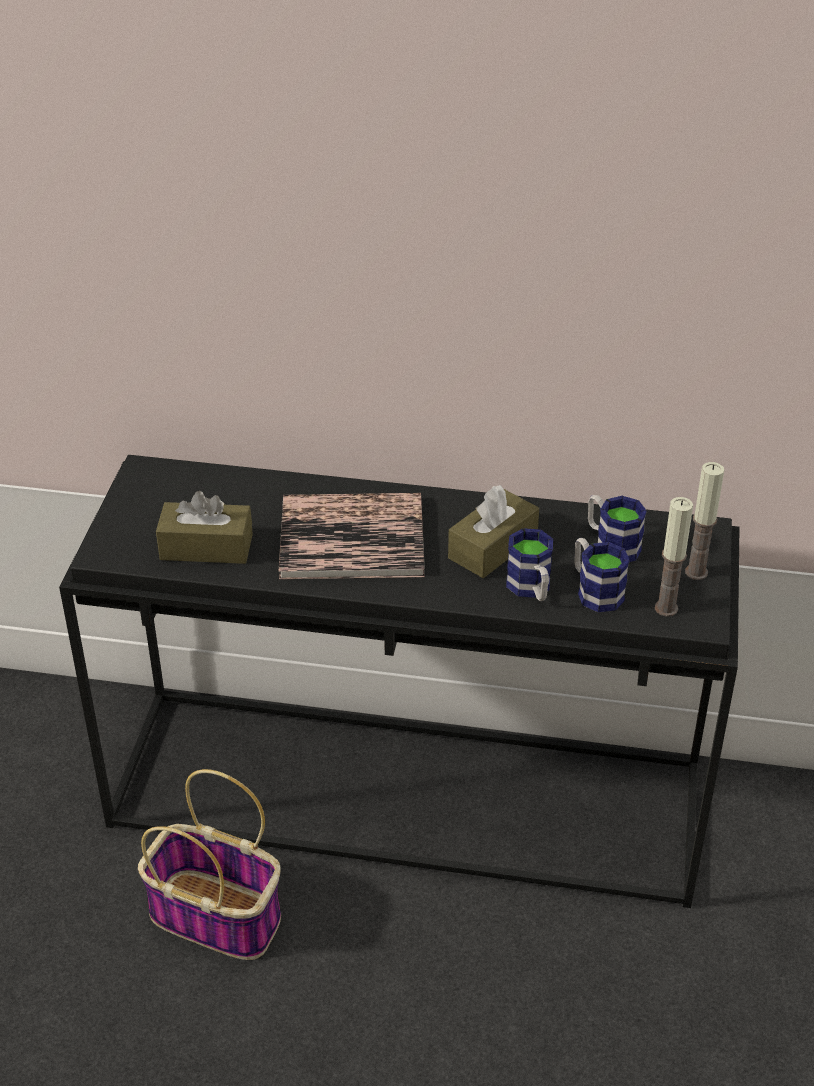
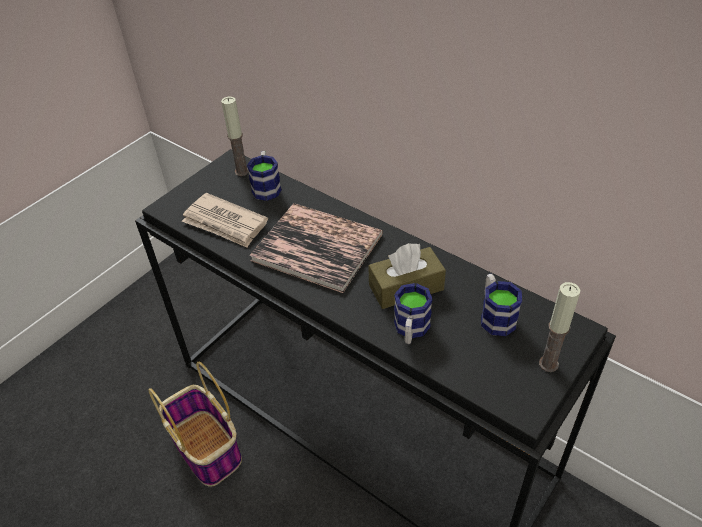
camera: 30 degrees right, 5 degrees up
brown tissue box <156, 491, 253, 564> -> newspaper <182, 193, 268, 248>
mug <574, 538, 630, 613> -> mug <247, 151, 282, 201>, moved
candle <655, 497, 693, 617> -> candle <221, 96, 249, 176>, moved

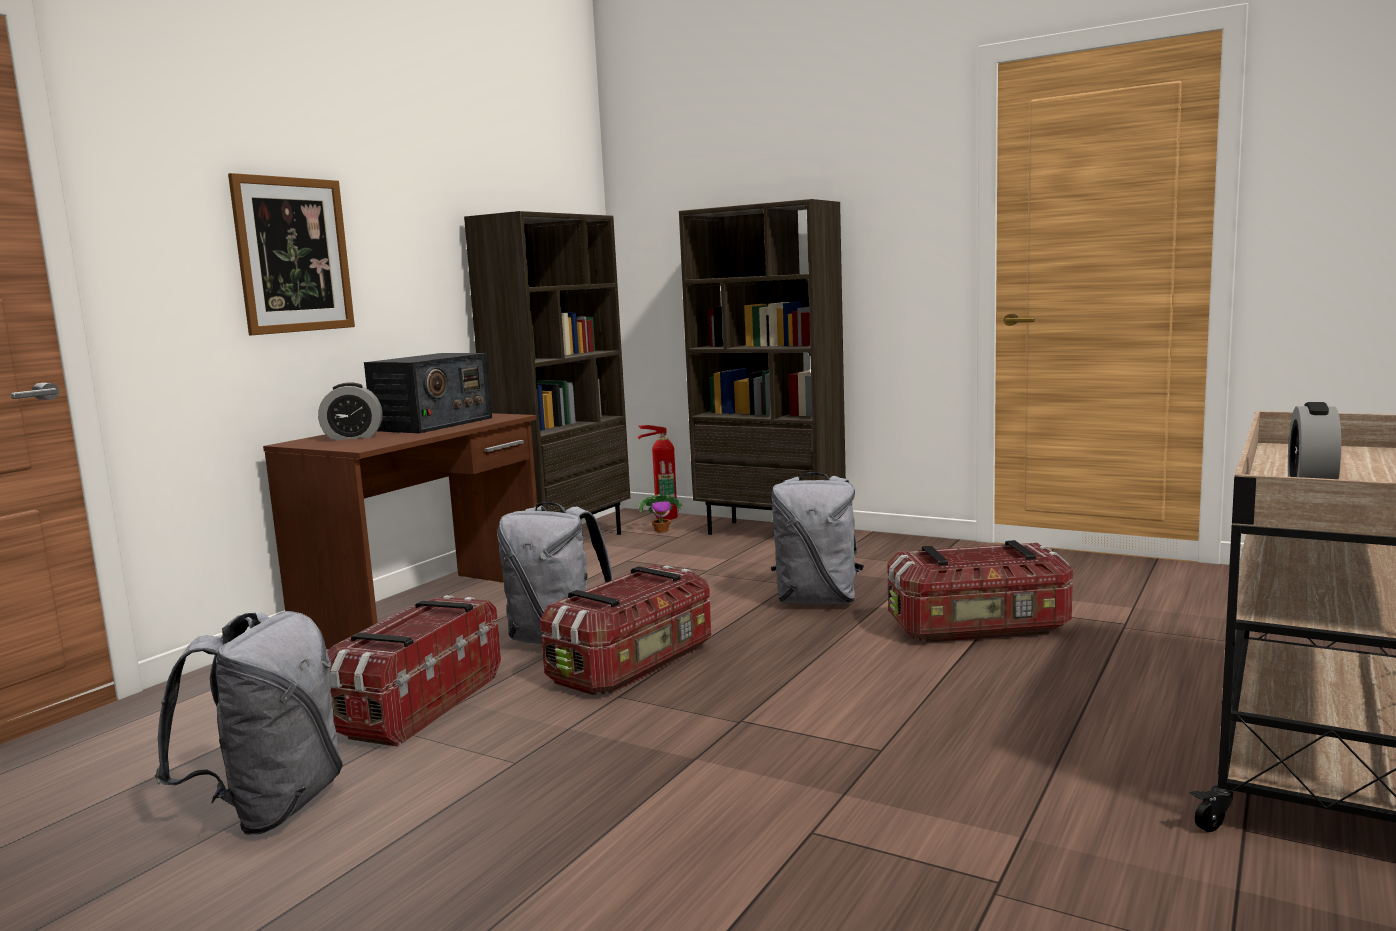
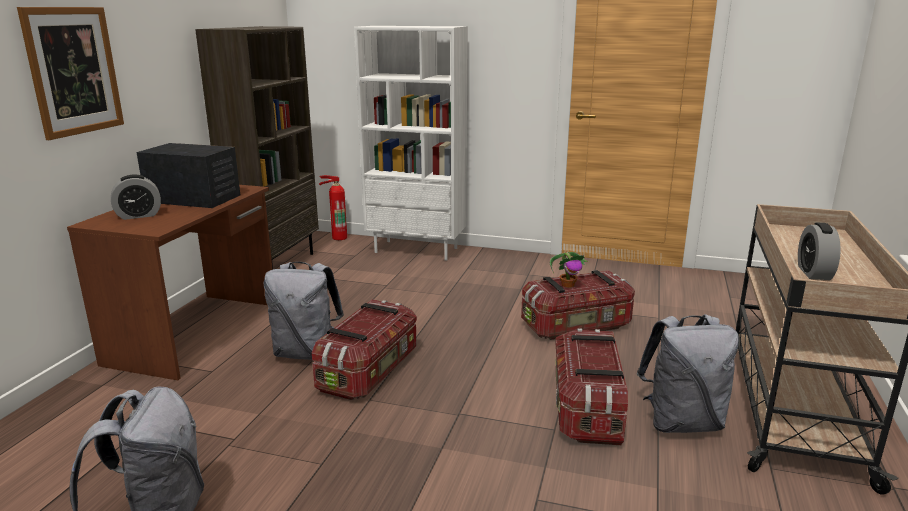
camera: 15 degrees left, 10 degrees up
storage box <327, 595, 501, 747> -> storage box <555, 328, 628, 445>, moved
radio <364, 353, 492, 433> -> radio <137, 143, 240, 208>, 90 degrees counterclockwise
potted plant <638, 494, 683, 532> -> potted plant <550, 252, 588, 288>, moved
brown bookcase <679, 199, 846, 535> -> white bookcase <354, 26, 468, 261>
grey backpack <771, 472, 864, 604> -> grey backpack <637, 314, 739, 433>, moved

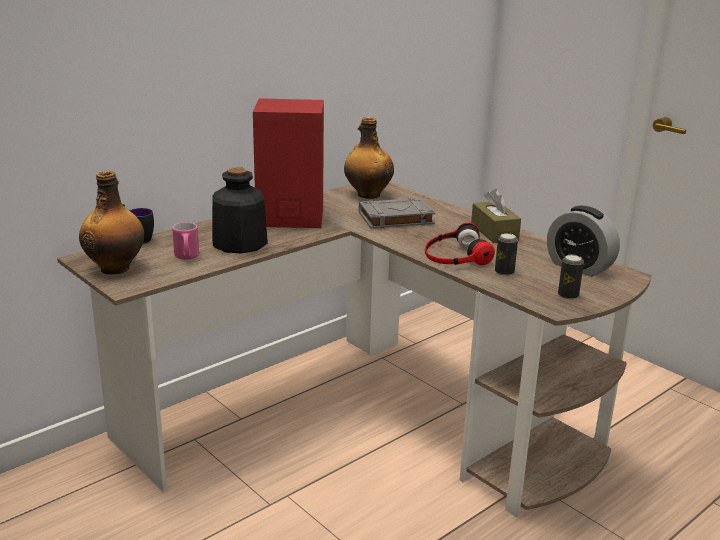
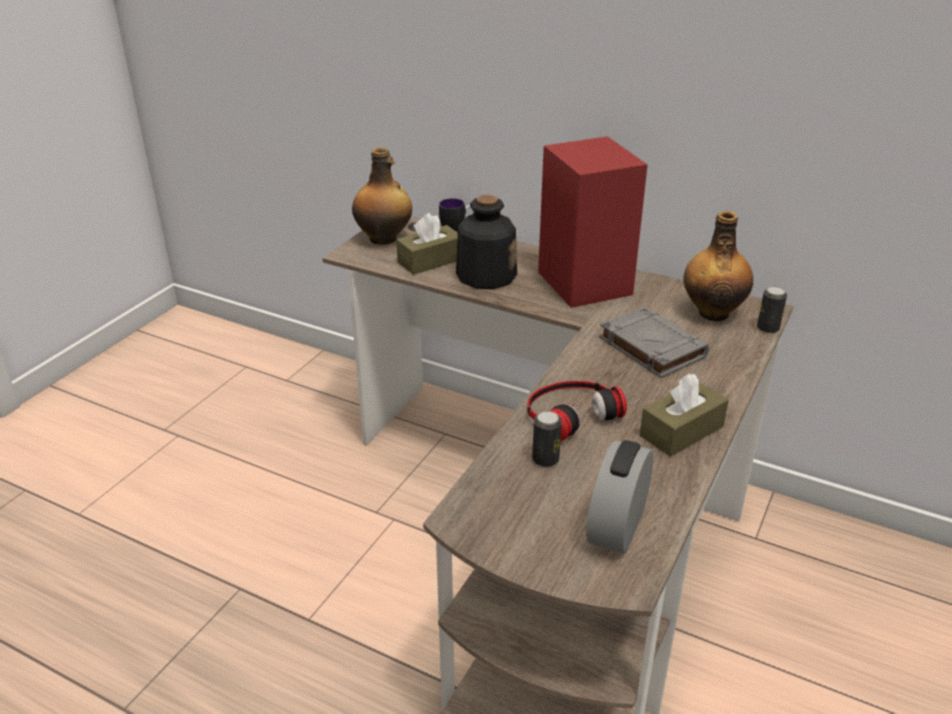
camera: 70 degrees right, 10 degrees up
pink mug <172, 222, 199, 260> -> brown tissue box <396, 213, 458, 275>
can <558, 255, 584, 299> -> can <757, 286, 787, 333>, moved

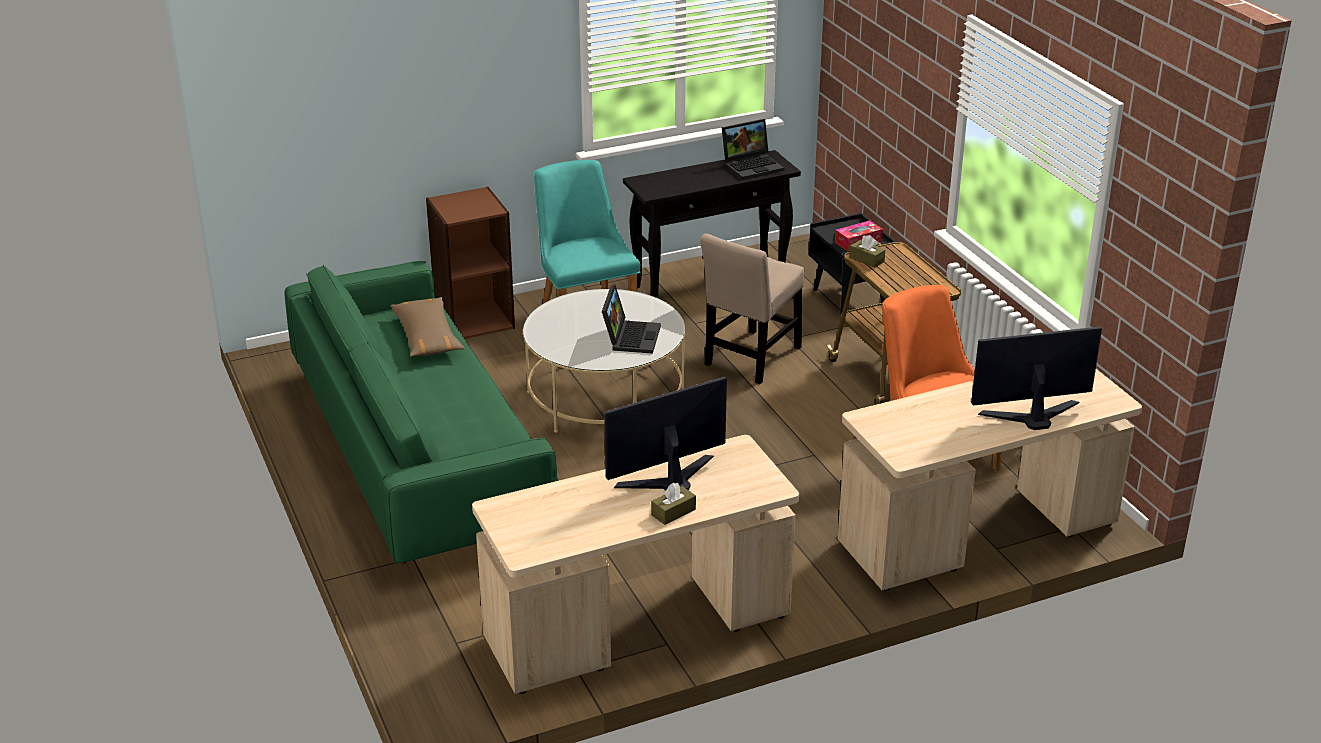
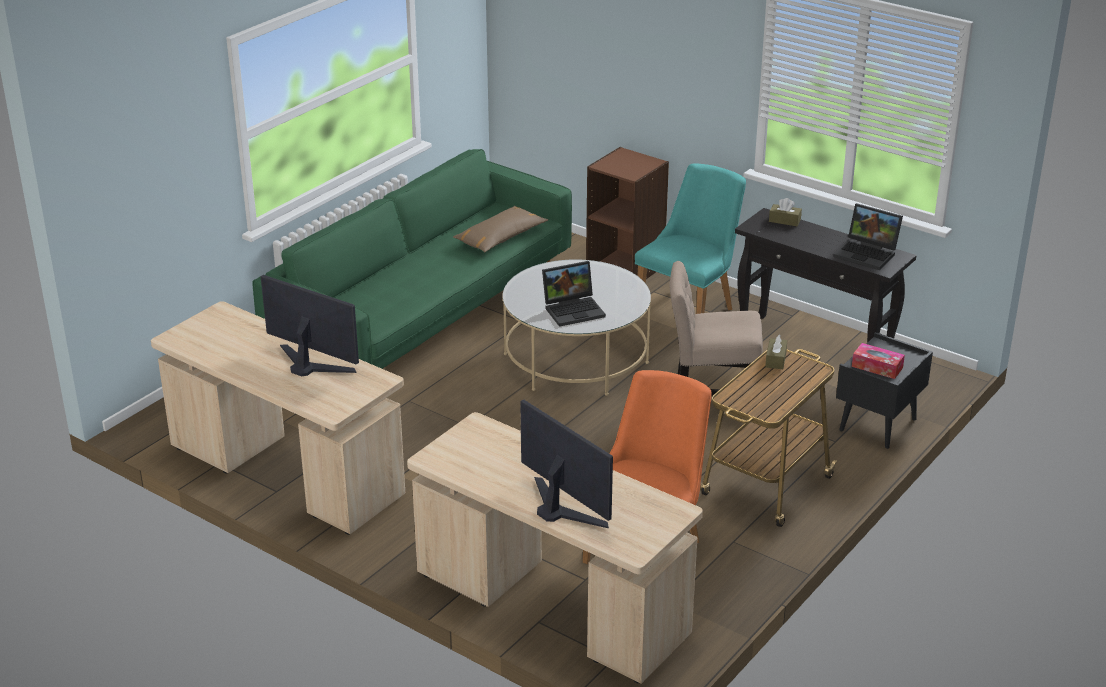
camera: 60 degrees right, 0 degrees up
brown tissue box <651, 483, 696, 525> -> brown tissue box <769, 198, 802, 226>, moved

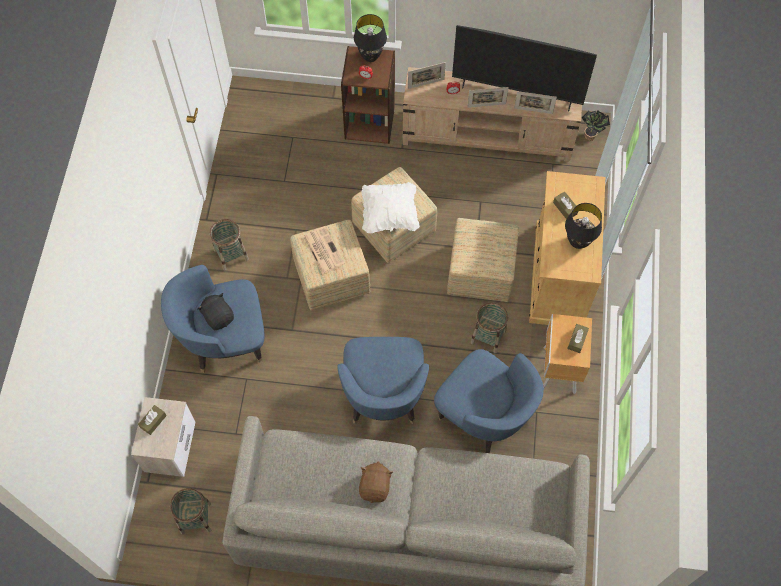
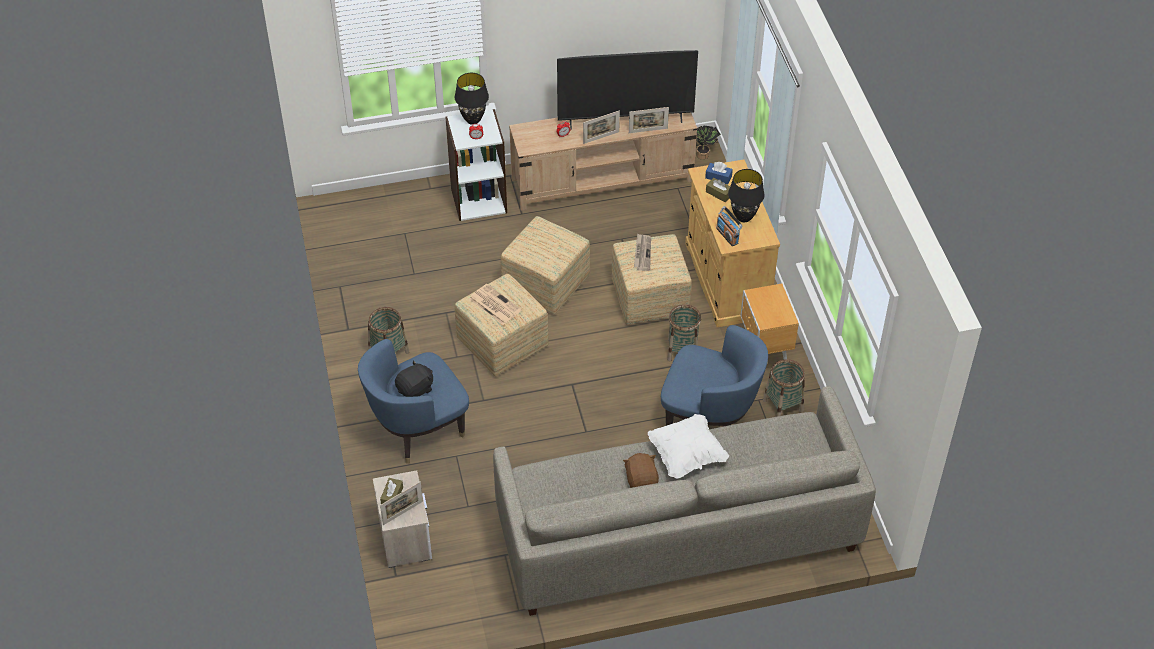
camera: 20 degrees left, 15 degrees down
basket <170, 488, 211, 535> -> basket <763, 359, 805, 417>, moved
black plush toy <197, 293, 234, 330> -> black plush toy <395, 360, 433, 397>, 105 degrees clockwise
blue armchair <337, 337, 429, 424> -> none
brown bookcase <341, 46, 395, 144> -> white bookcase <445, 109, 507, 221>
white pillow <361, 182, 420, 233> -> white pillow <648, 414, 729, 479>, moved
picture frame <408, 62, 446, 89> -> picture frame <380, 481, 423, 525>, moved
brown tissue box <567, 324, 589, 353> -> none
none -> newspaper <634, 234, 651, 271>
none -> blue tissue box <705, 162, 733, 184>
none -> radio <716, 206, 743, 246>

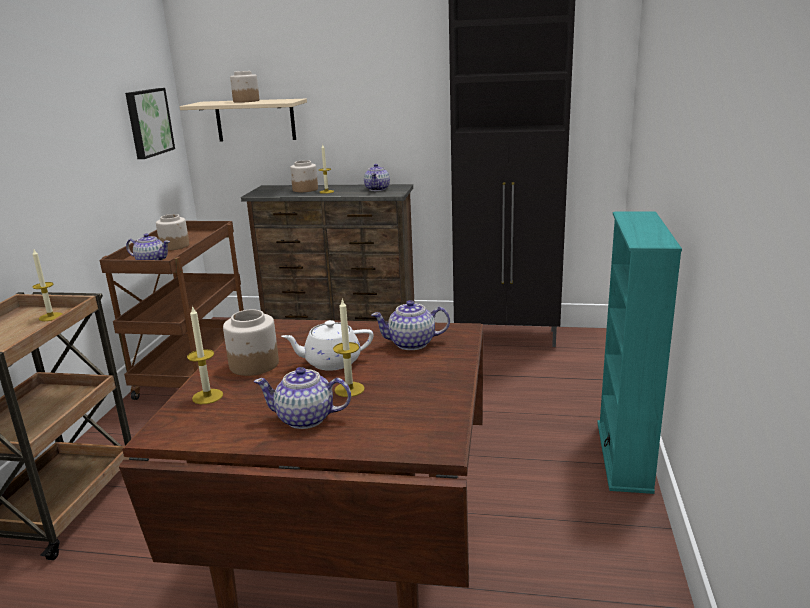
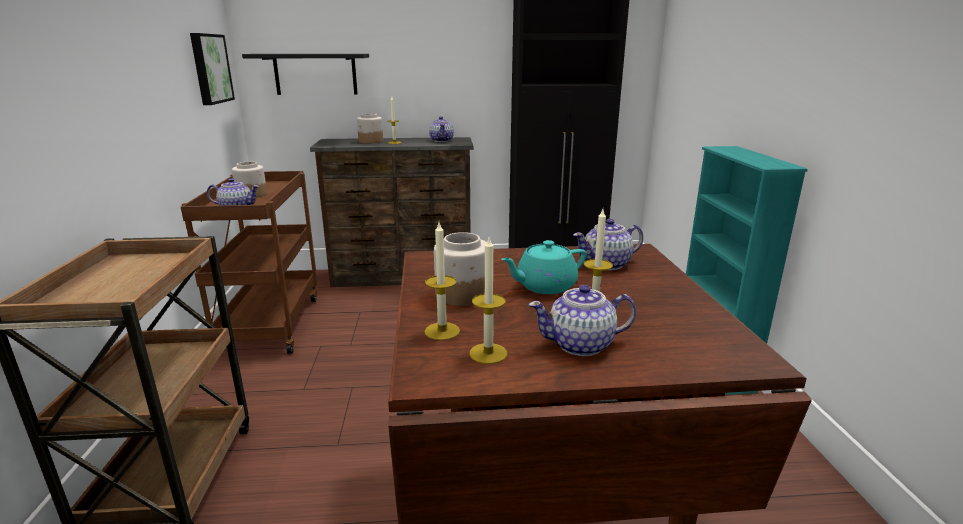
camera: 15 degrees left, 0 degrees up
candle <32, 250, 63, 321> -> candle <469, 237, 507, 364>, moved
beige shelf <180, 99, 307, 141> -> black shelf <242, 54, 369, 95>
jar <230, 71, 259, 103> -> none
white teapot <281, 320, 373, 371> -> turquoise teapot <501, 240, 587, 294>

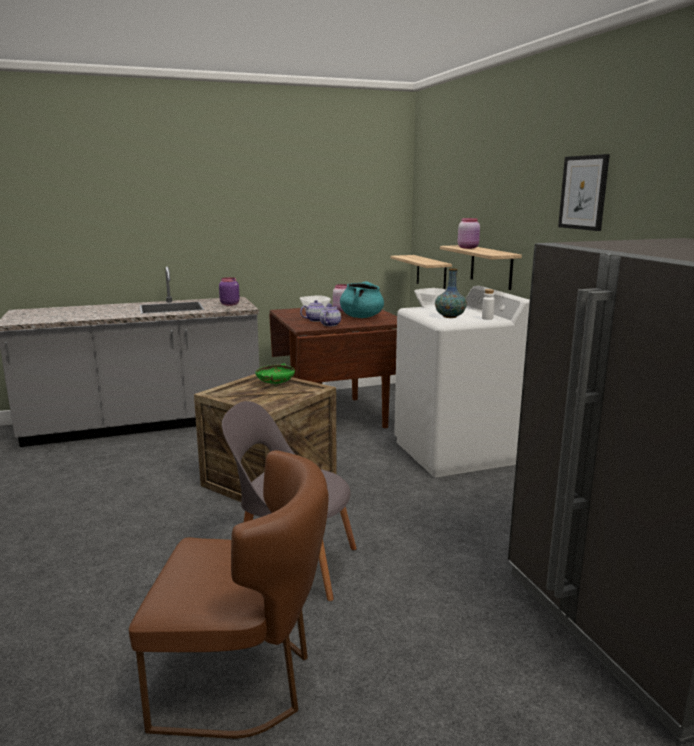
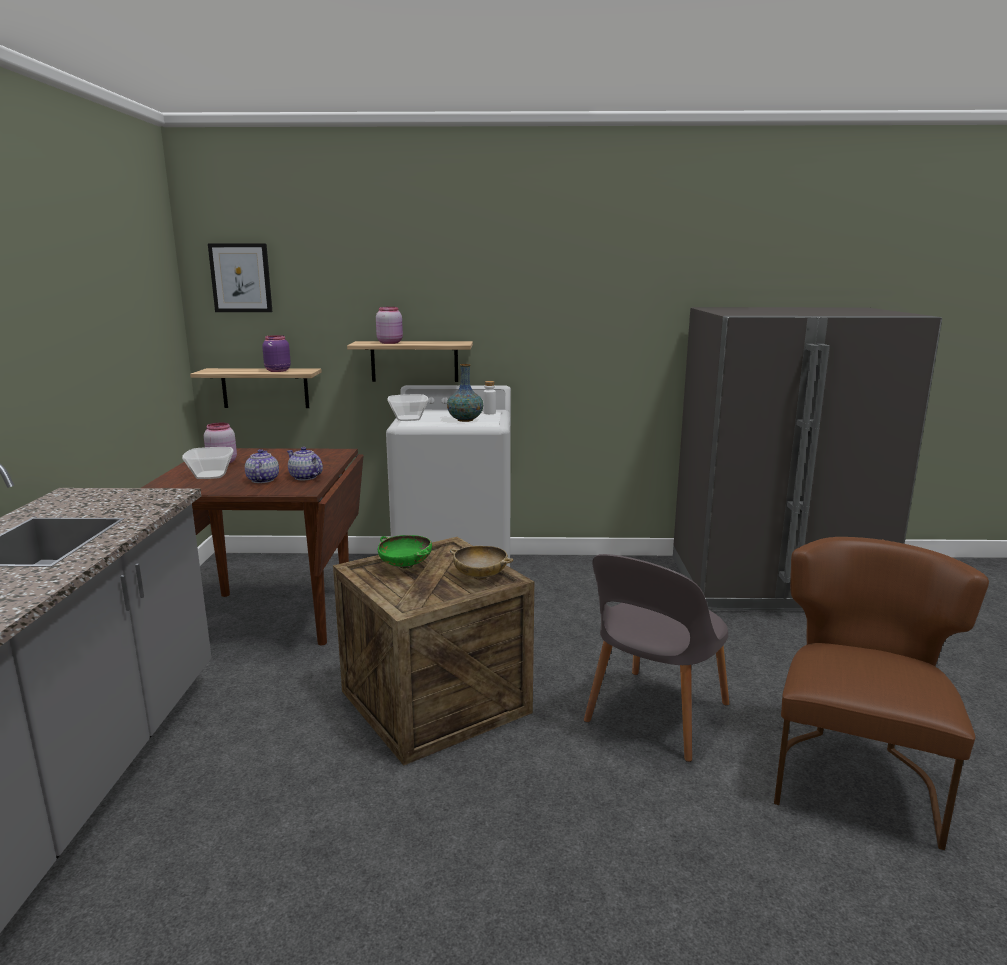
camera: 70 degrees left, 0 degrees up
purple jar <219, 277, 240, 306> -> purple jar <262, 335, 291, 372>, moved
turquoise cooking pot <340, 281, 384, 318> -> none
picture <558, 154, 610, 231> -> picture <208, 244, 272, 312>, moved
none -> beige bowl <450, 546, 513, 580>

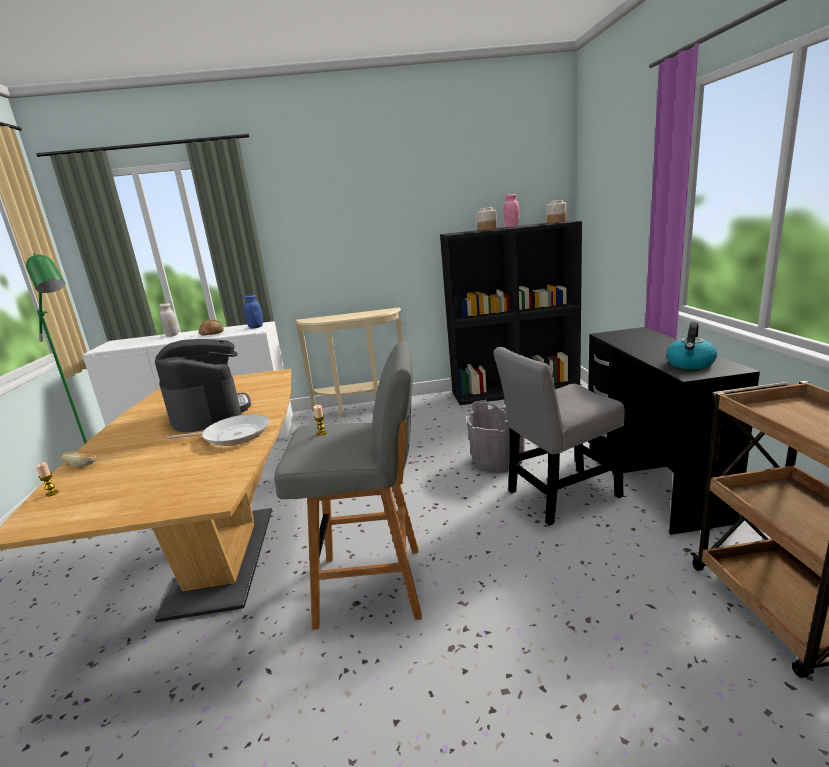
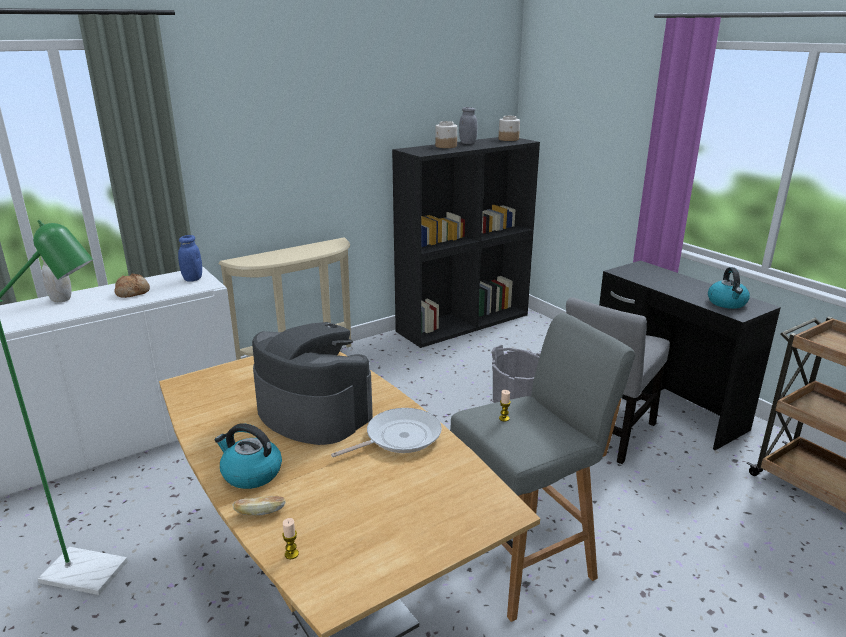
camera: 30 degrees left, 5 degrees up
pink jar <504, 194, 519, 227> -> grey jar <459, 107, 477, 144>
none -> kettle <215, 423, 282, 489>

